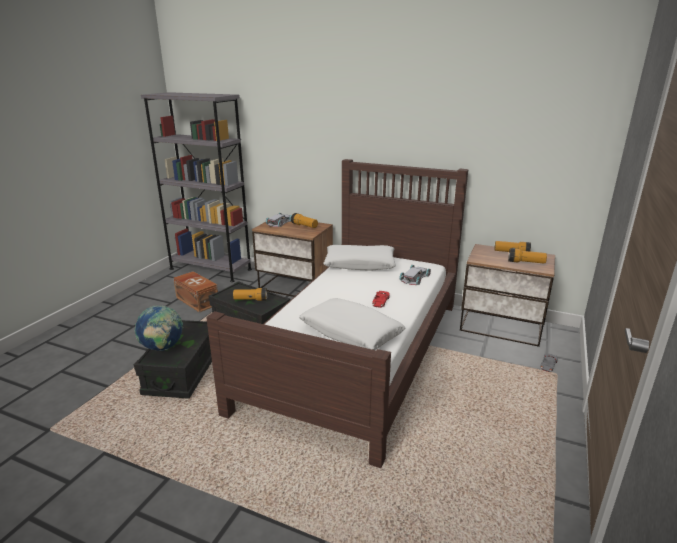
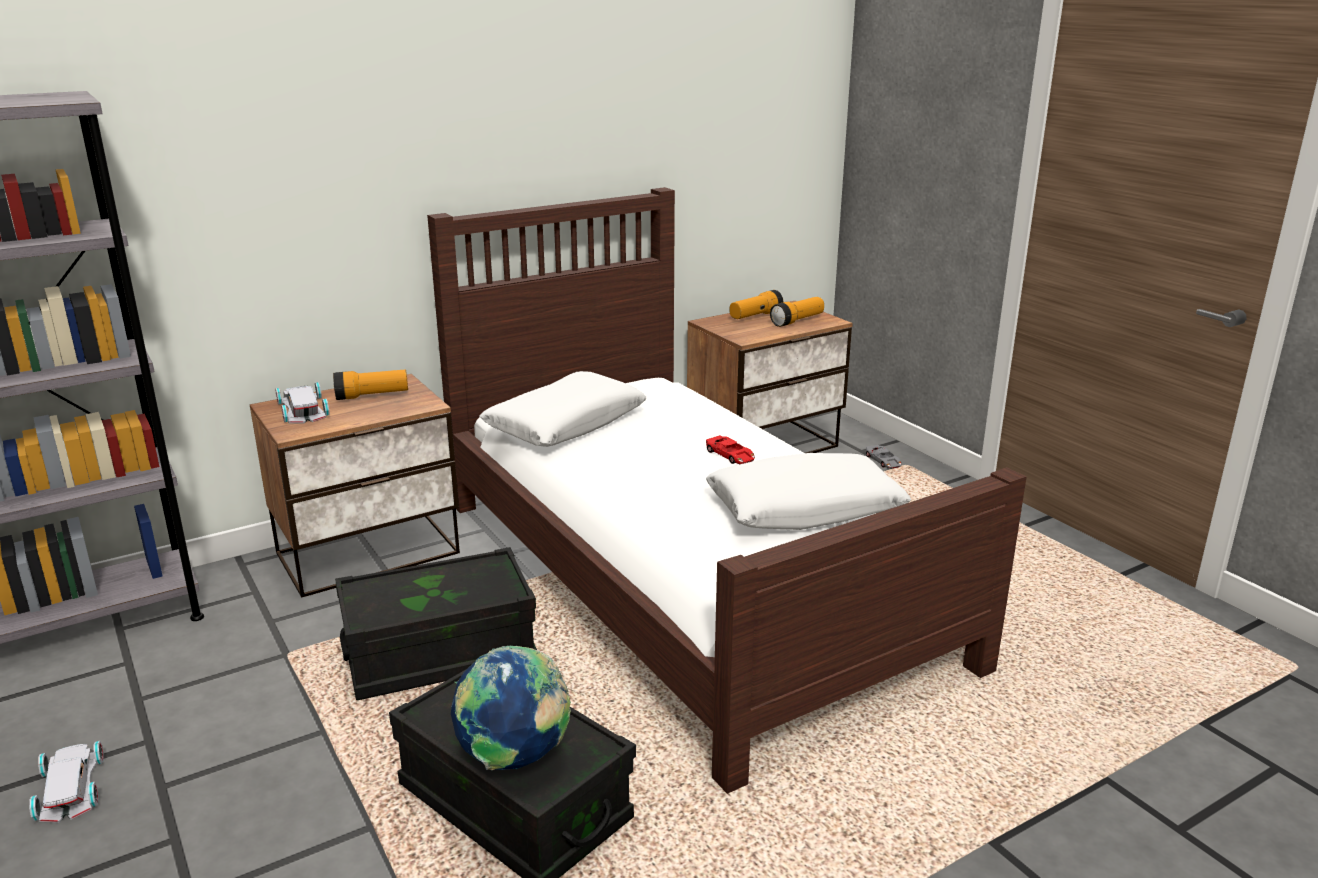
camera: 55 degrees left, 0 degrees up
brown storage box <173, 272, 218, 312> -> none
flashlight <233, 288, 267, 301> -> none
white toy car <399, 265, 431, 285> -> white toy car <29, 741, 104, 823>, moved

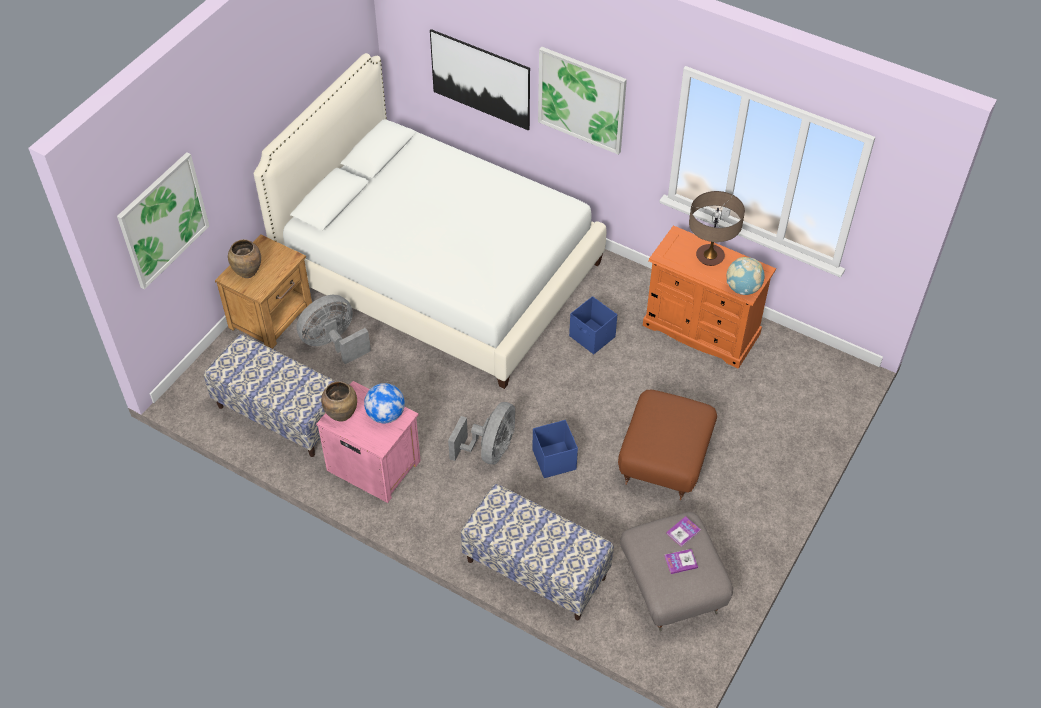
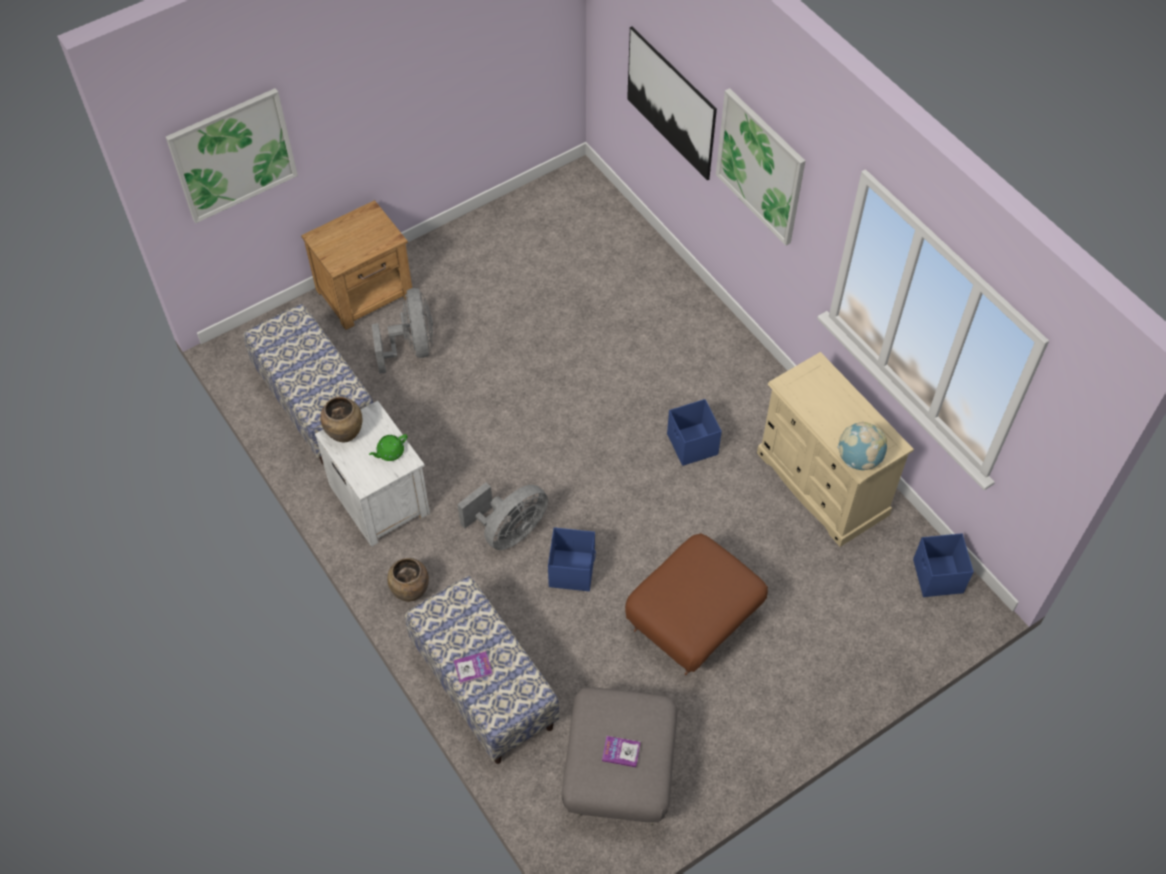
camera: 25 degrees right, 5 degrees up
brown vase <228, 239, 261, 278> -> brown vase <387, 558, 429, 602>, moved
white bed <254, 53, 606, 389> -> none
grey fan <296, 295, 371, 364> -> grey fan <372, 288, 433, 374>, 90 degrees clockwise
pink nightstand <316, 381, 421, 503> -> white nightstand <315, 401, 430, 547>
globe <364, 383, 405, 423> -> green teapot <369, 434, 407, 461>
orange dresser <643, 225, 776, 369> -> beige dresser <757, 352, 914, 547>
book <666, 516, 701, 547> -> book <454, 651, 493, 684>, moved
table lamp <689, 191, 745, 266> -> none
none -> blue storage box <913, 533, 974, 597>

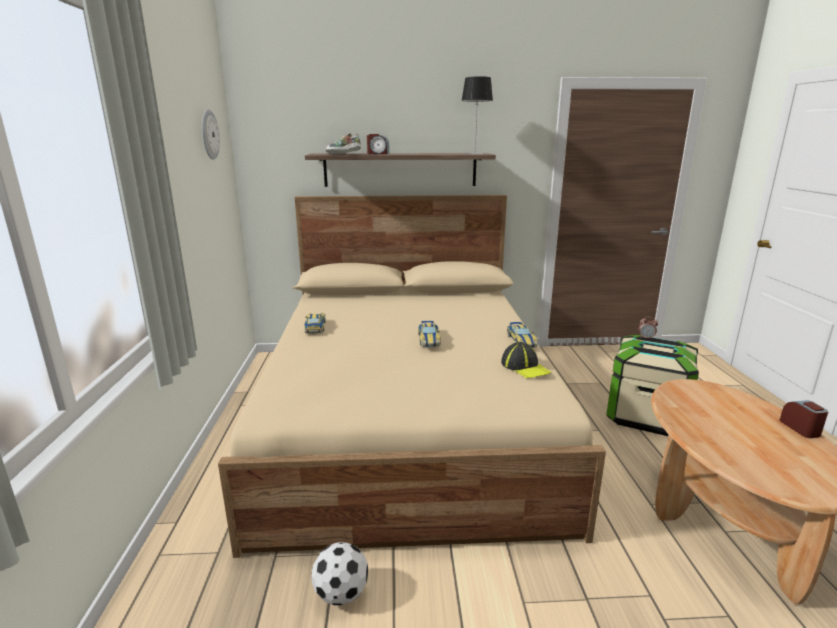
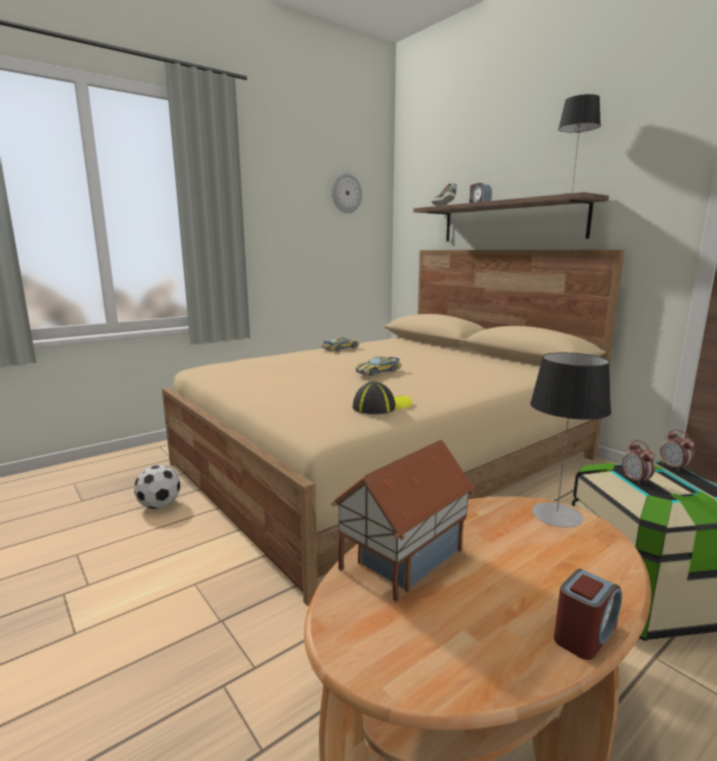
camera: 55 degrees right, 5 degrees down
cap <501, 342, 551, 379> -> cap <353, 382, 412, 414>, 150 degrees counterclockwise
toy car <507, 322, 538, 348> -> none
none -> toy house <331, 440, 475, 602>
none -> table lamp <530, 353, 611, 527>
none -> alarm clock <622, 440, 655, 485>

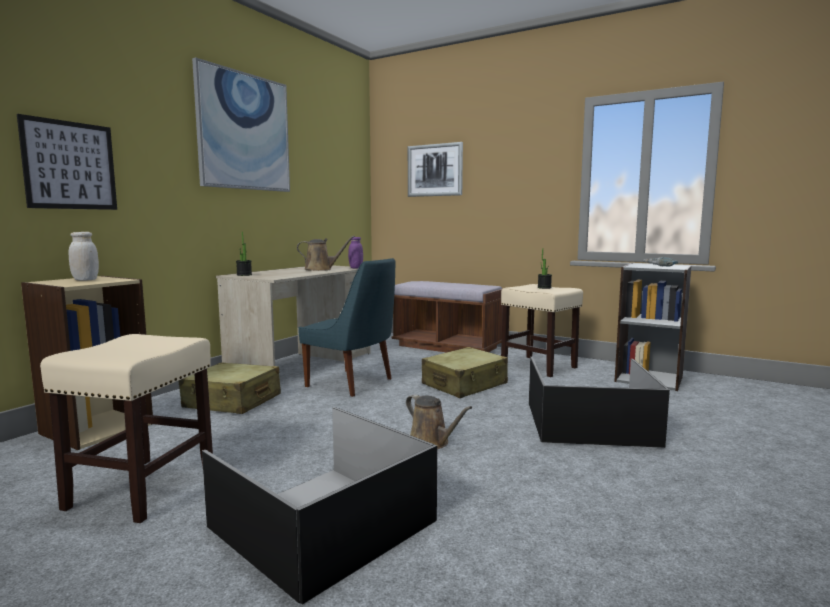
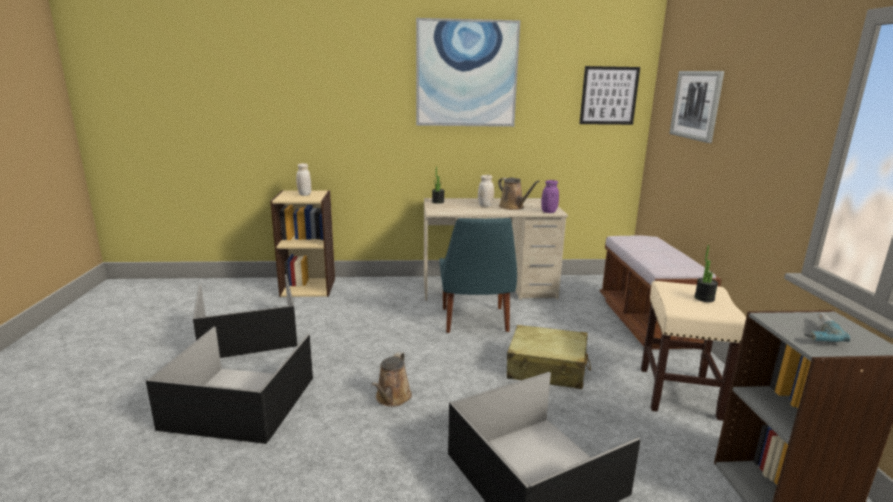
camera: 55 degrees right, 10 degrees up
picture <17, 114, 117, 210> -> picture <579, 66, 640, 125>, moved
beige stool <40, 334, 213, 523> -> black storage box <193, 274, 297, 358>
beige suitcase <179, 362, 281, 414> -> none
none -> white jar <478, 175, 494, 207>

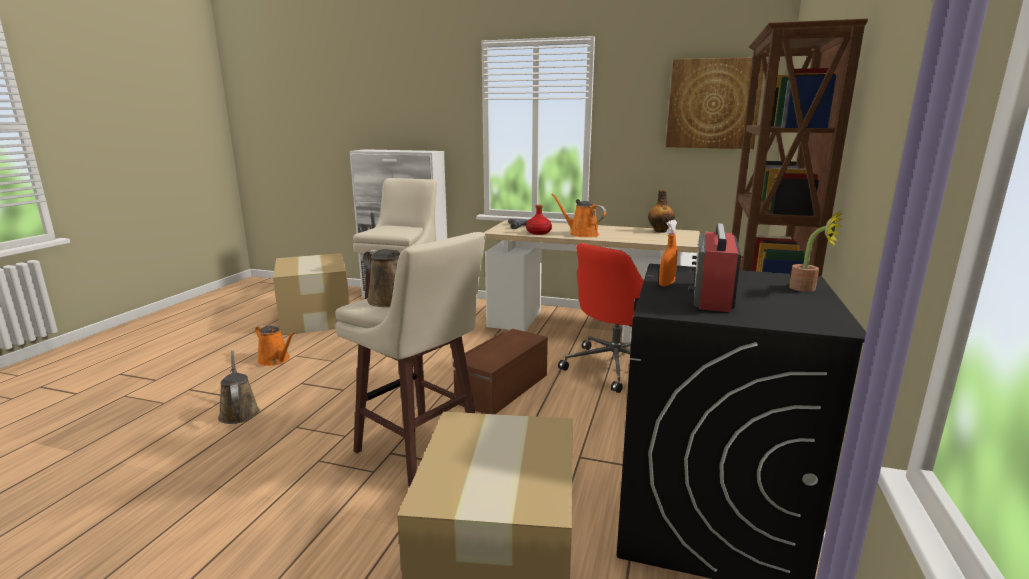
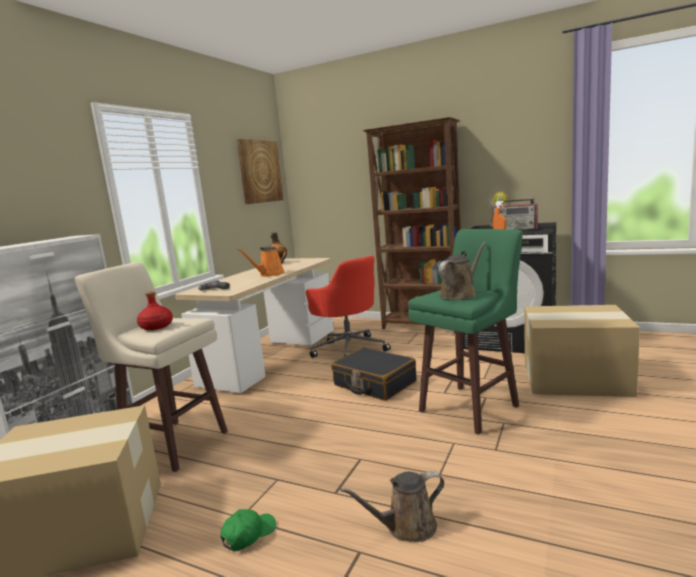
camera: 80 degrees left, 5 degrees down
orange watering can <255, 325, 295, 366> -> green cap <220, 509, 276, 551>
beige stool <335, 232, 485, 487> -> green stool <408, 229, 523, 435>
brown storage box <453, 329, 548, 414> -> black suitcase <332, 348, 417, 401>
red bottle <526, 205, 552, 235> -> red bottle <137, 291, 173, 330>, moved

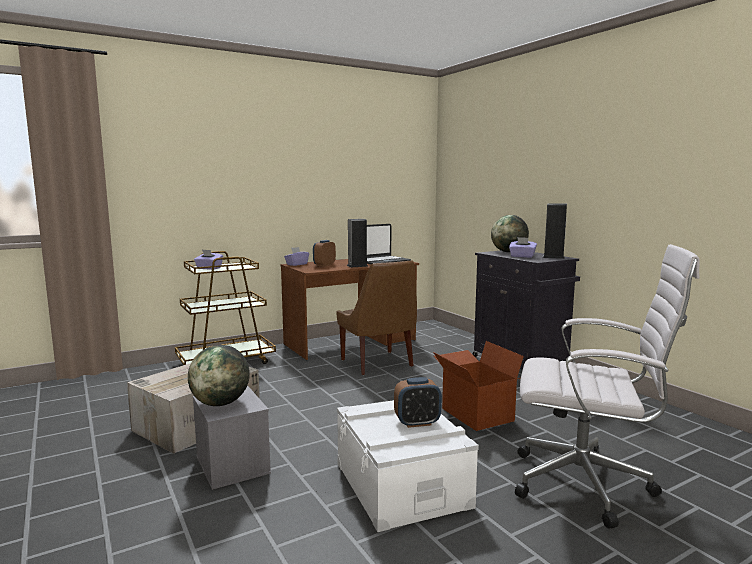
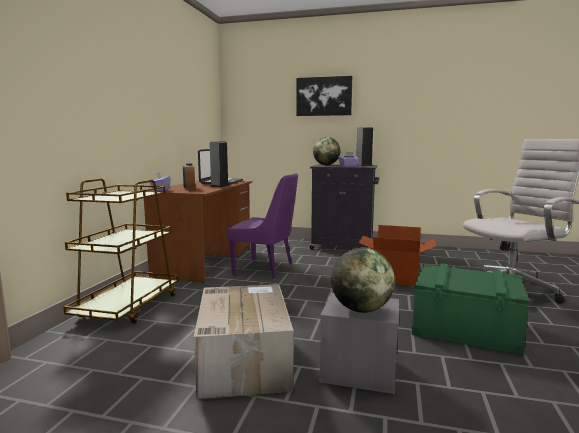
camera: 45 degrees left, 0 degrees up
purple tissue box <194, 249, 223, 270> -> none
brown chair <336, 260, 417, 375> -> purple chair <227, 173, 298, 279>
white storage box <337, 400, 479, 532> -> green storage box <411, 263, 530, 356>
alarm clock <394, 377, 442, 428> -> none
none -> picture <296, 76, 352, 116>

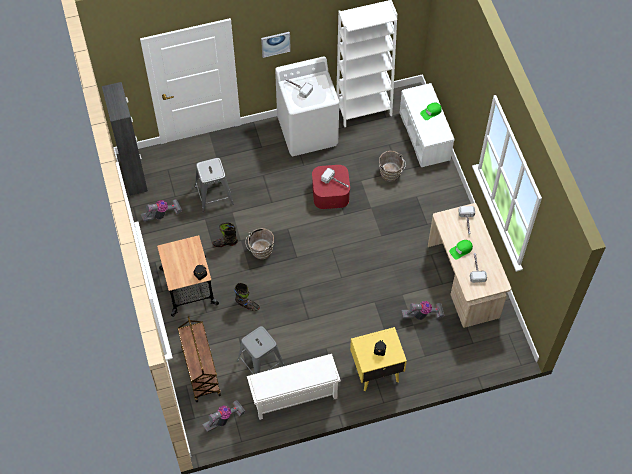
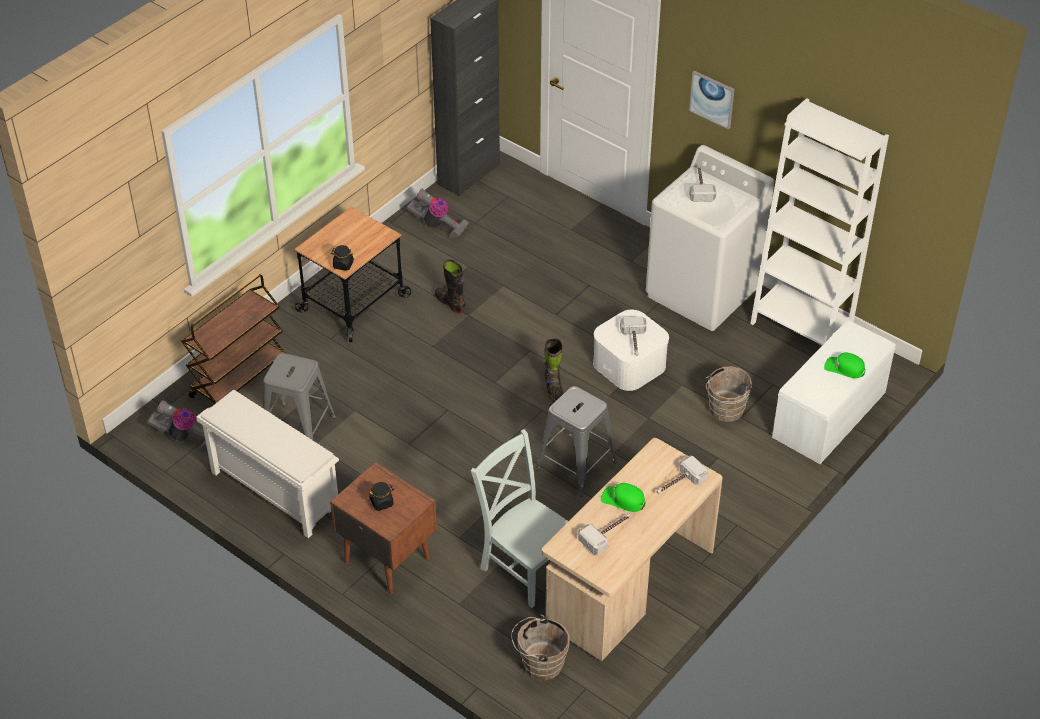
camera: 55 degrees right, 15 degrees down
grey stool <195, 158, 234, 213> -> grey stool <536, 386, 616, 497>, moved
black boot <234, 283, 260, 311> -> black boot <544, 338, 563, 403>, moved
brown bucket <245, 228, 274, 259> -> brown bucket <511, 615, 570, 680>, moved
red storage box <312, 165, 350, 209> -> white storage box <593, 310, 669, 391>
yellow nightstand <350, 327, 407, 391> -> brown nightstand <330, 462, 437, 594>
vacuum cleaner <401, 301, 445, 320> -> grey chair <471, 429, 569, 608>

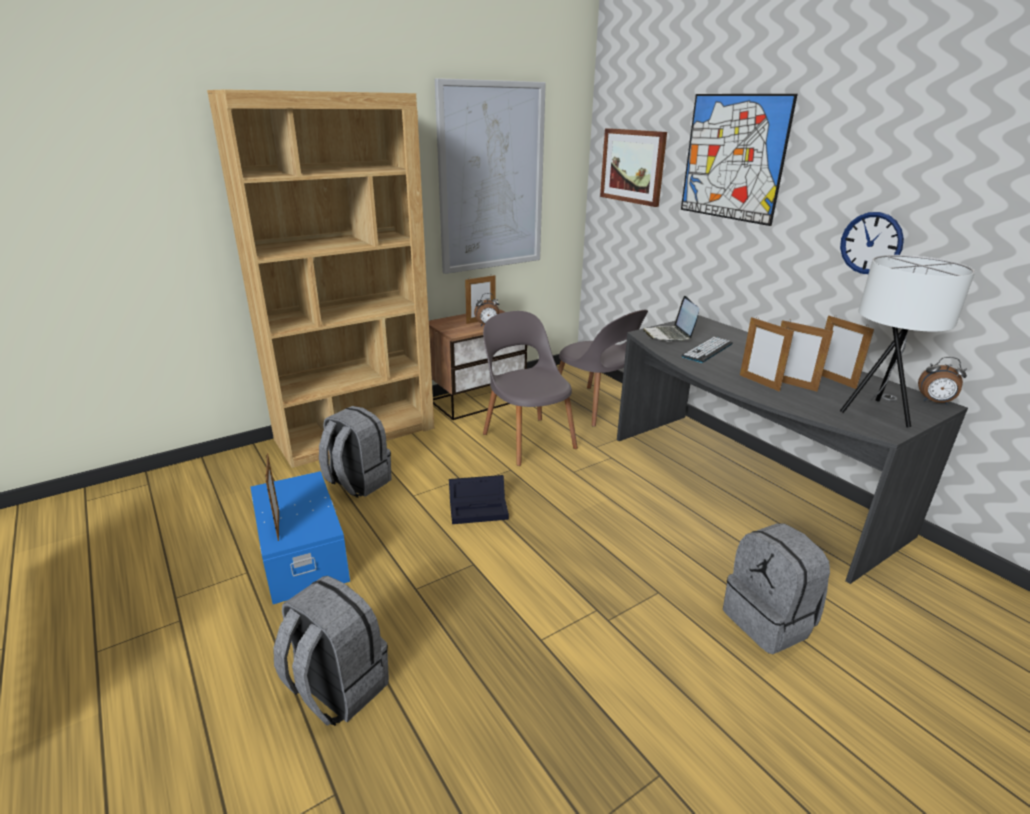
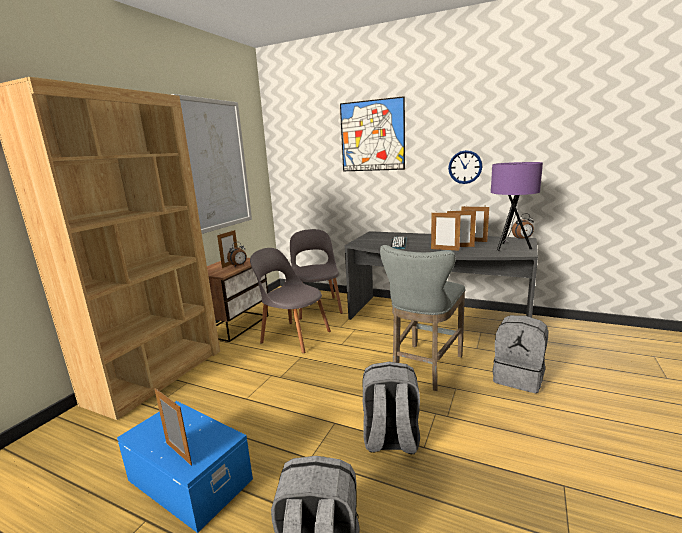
camera: 30 degrees left, 10 degrees down
grey backpack <319, 406, 392, 498> -> grey backpack <363, 362, 420, 454>, moved
black storage box <449, 475, 509, 524> -> none
grey chair <558, 310, 648, 427> -> grey chair <290, 229, 343, 319>, 120 degrees counterclockwise
picture <600, 128, 667, 207> -> none
laptop <643, 296, 699, 342> -> none
white table lamp <840, 255, 975, 427> -> purple table lamp <491, 162, 543, 251>
none -> grey stool <380, 245, 466, 391>

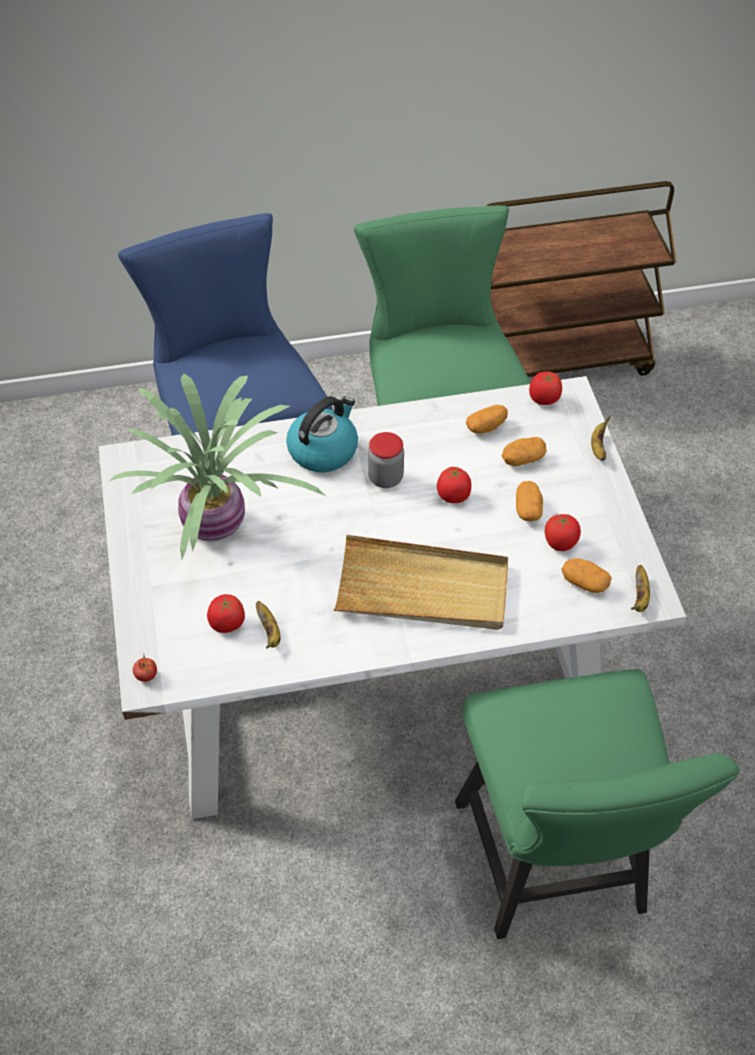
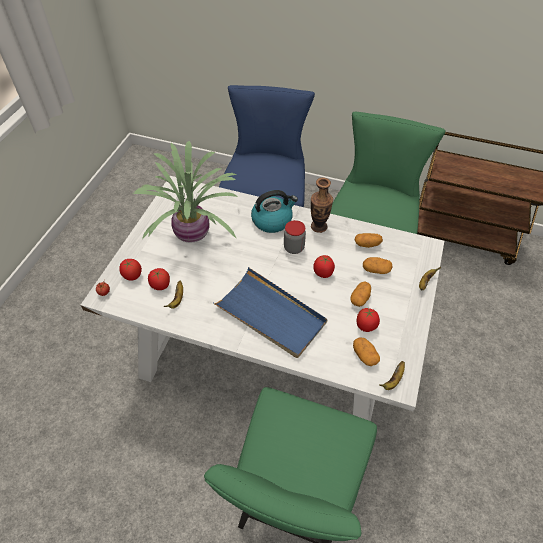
camera: 30 degrees right, 0 degrees up
beige tray <334, 535, 508, 630> -> blue tray <213, 267, 328, 358>
tomato <529, 371, 562, 405> -> tomato <119, 259, 142, 281>, moved
none -> vase <311, 178, 333, 233>

